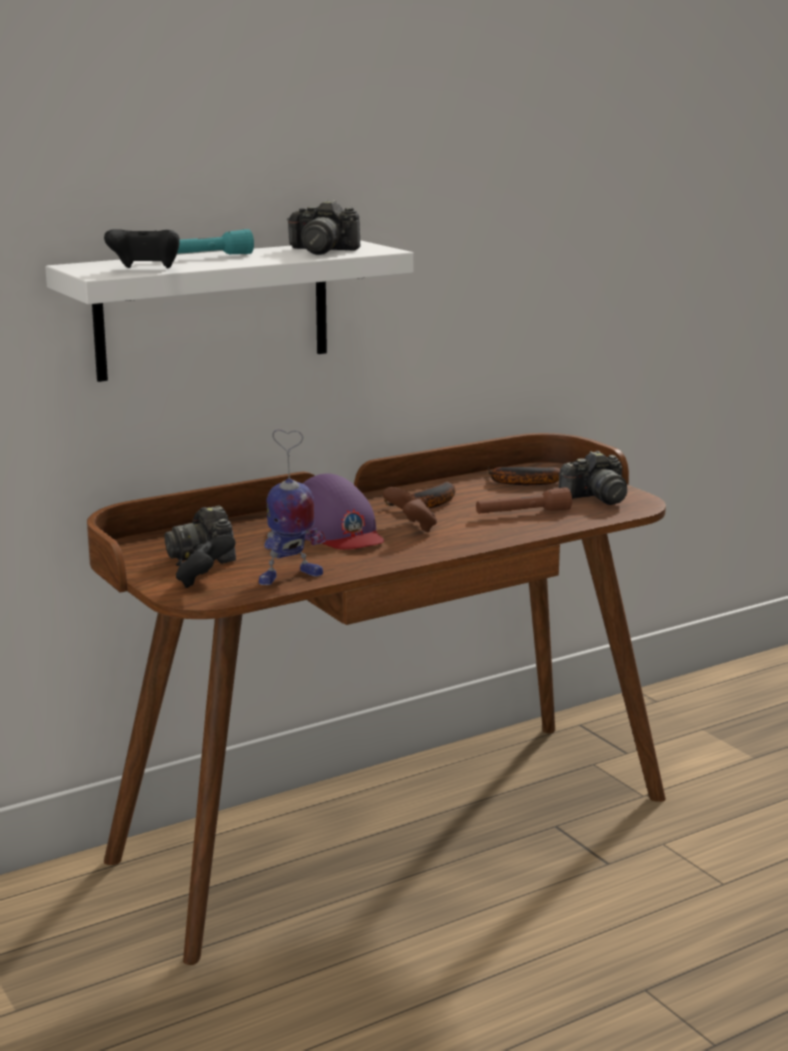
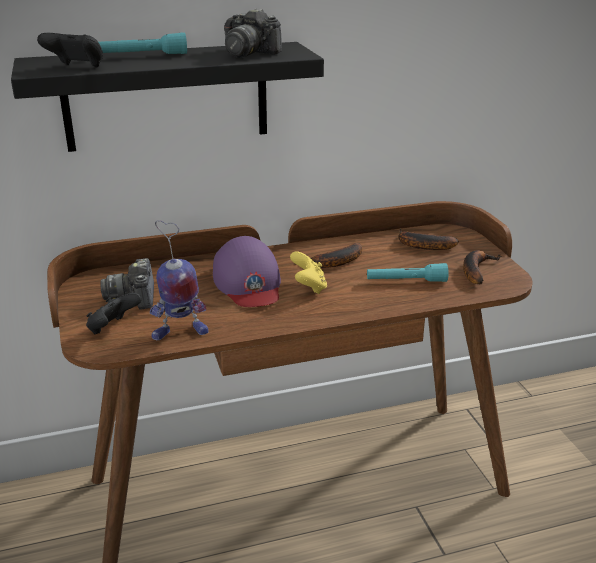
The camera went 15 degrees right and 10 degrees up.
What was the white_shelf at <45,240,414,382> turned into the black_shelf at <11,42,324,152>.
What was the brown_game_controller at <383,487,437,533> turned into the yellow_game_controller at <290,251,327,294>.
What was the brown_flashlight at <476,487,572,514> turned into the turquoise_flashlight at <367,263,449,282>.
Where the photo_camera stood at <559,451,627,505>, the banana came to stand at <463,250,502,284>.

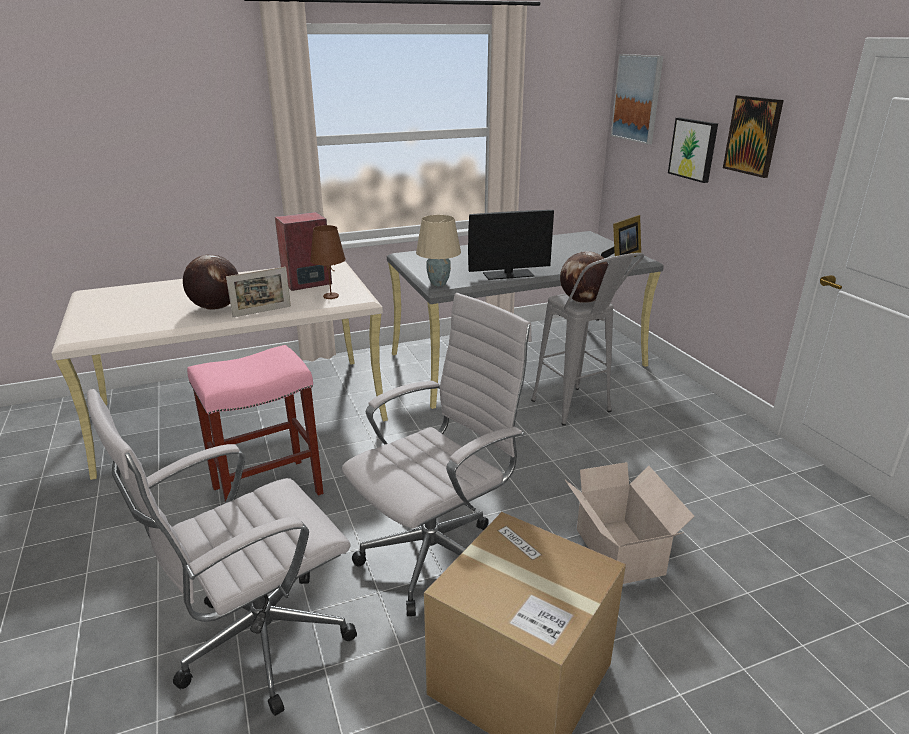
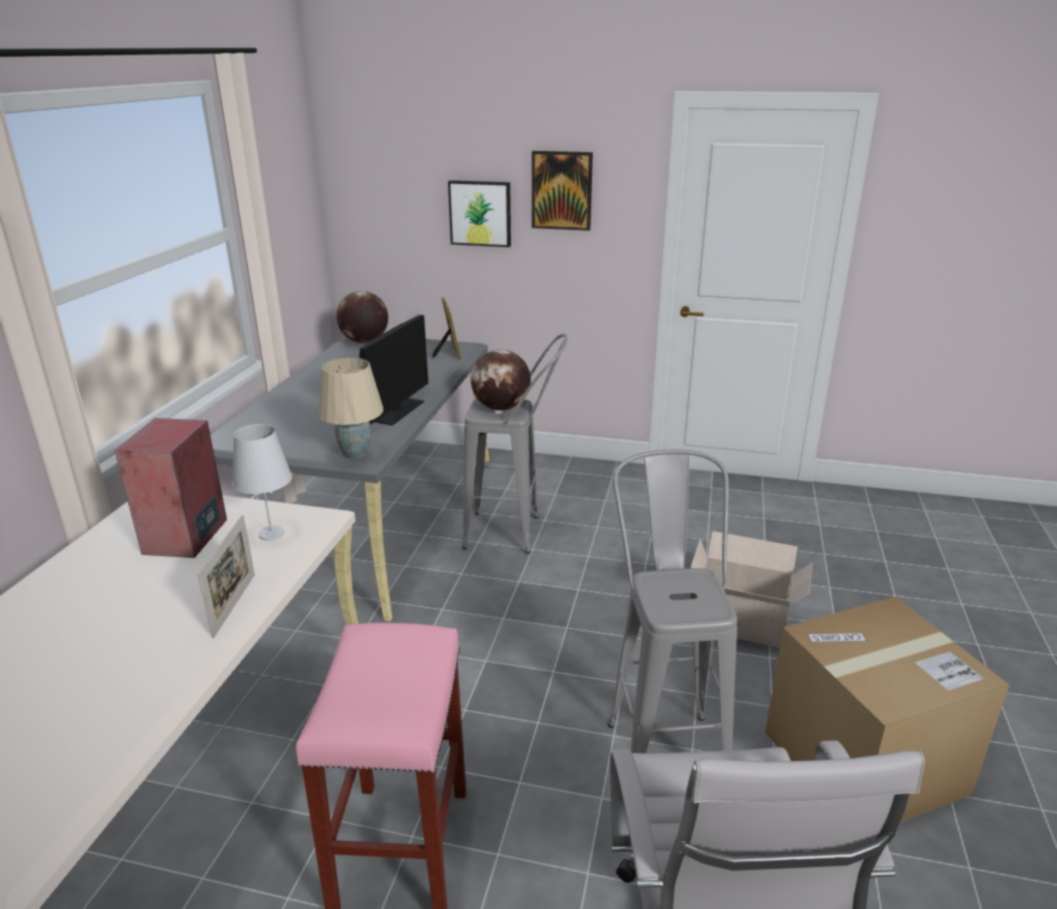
The camera went 55 degrees left and 0 degrees up.
The globe ended up elsewhere, having gone from <183,255,238,310> to <336,291,388,343>.
What was the brown_table_lamp at <310,225,346,299> turned into the white_table_lamp at <232,424,292,541>.
Where the white_office_chair stood at <342,293,532,616>, the grey_stool came to stand at <608,449,737,753>.
The second view lost the picture at <611,54,663,144>.

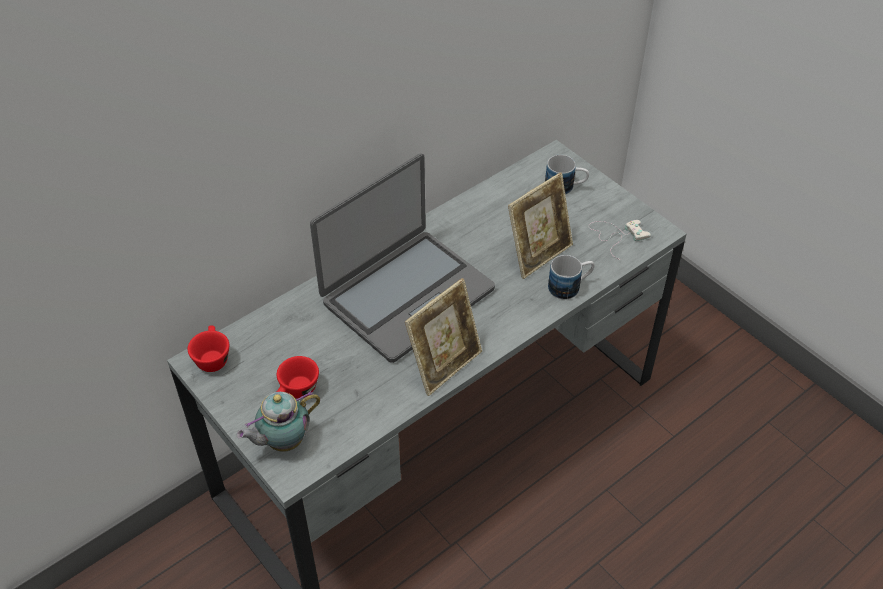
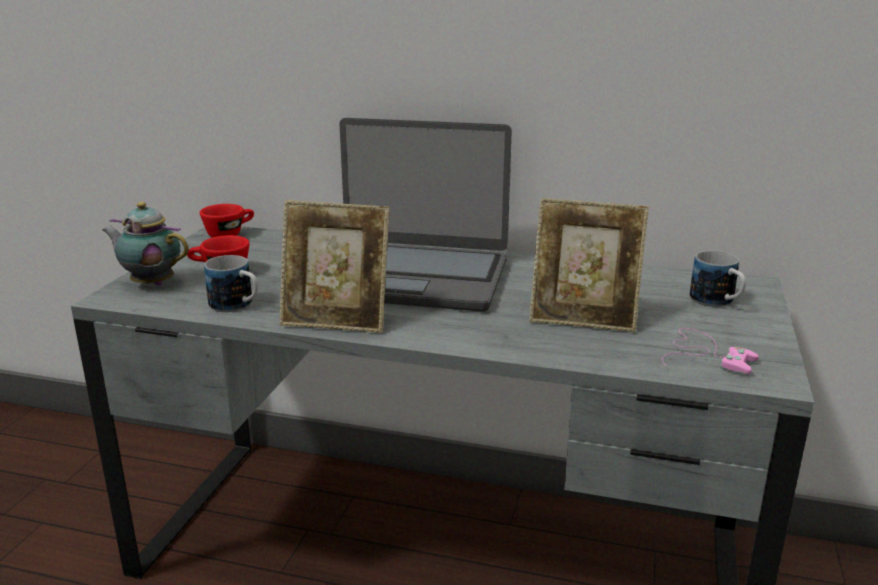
The camera went 55 degrees right and 25 degrees down.
The mug ended up elsewhere, having gone from <548,255,594,300> to <204,255,258,312>.
What was the white_game_controller at <588,220,651,260> turned into the pink_game_controller at <662,328,759,375>.

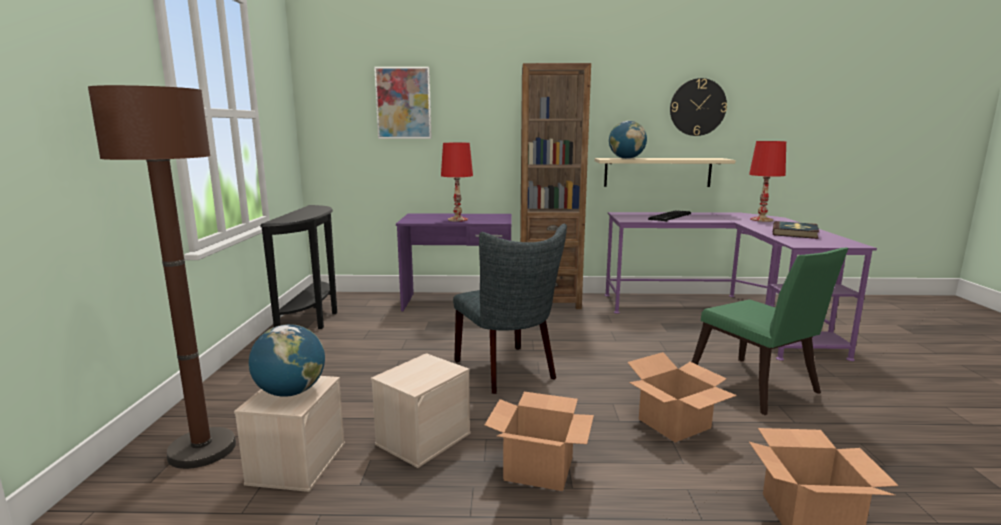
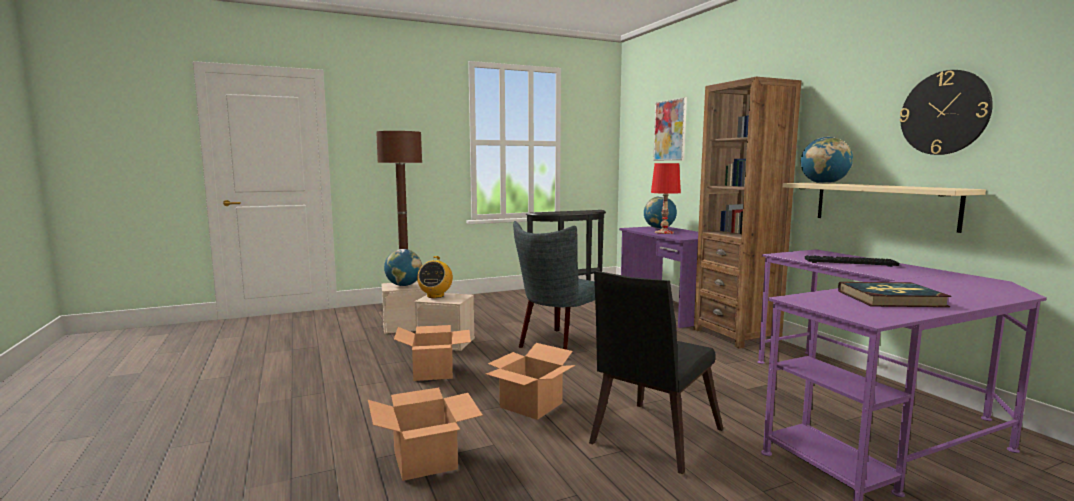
The camera went 65 degrees right and 5 degrees down.
What was the green_chair at <692,248,848,415> turned into the black_chair at <589,271,723,474>.
The second view lost the red_table_lamp at <749,141,786,222>.
The second view gained the radio at <417,256,453,298>.
The second view gained the globe at <644,196,677,229>.

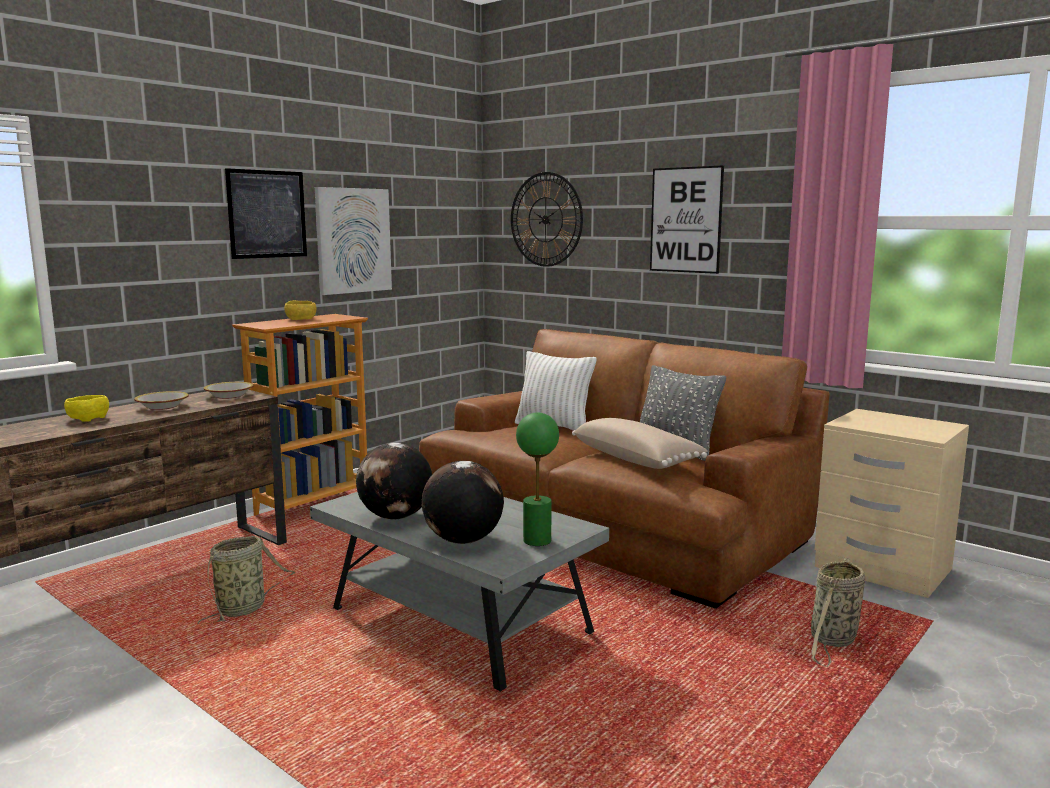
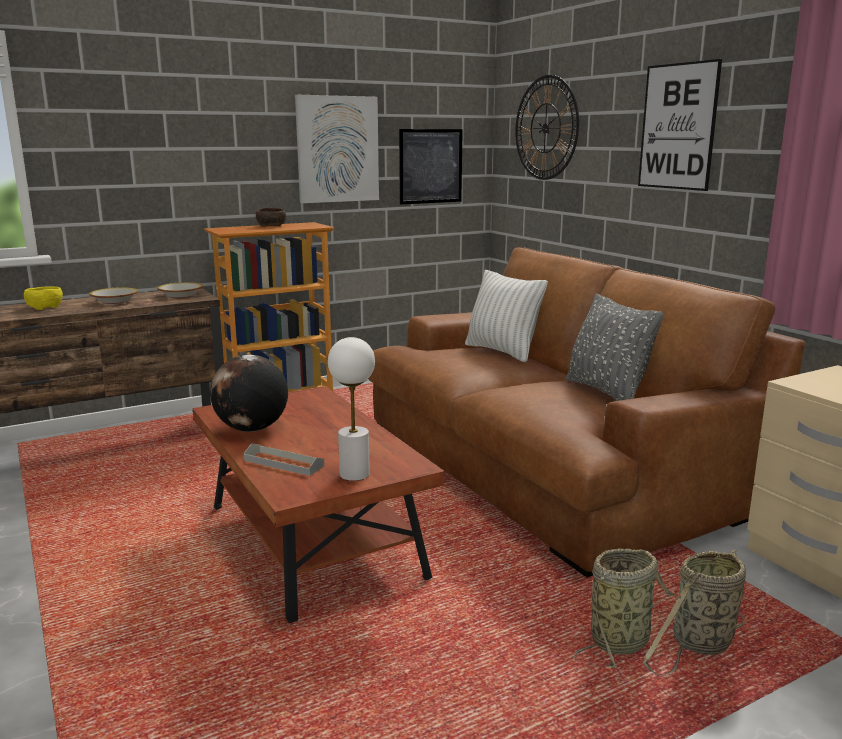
The camera went 20 degrees right and 5 degrees up.
The basket ended up elsewhere, having gone from <197,536,295,625> to <574,549,677,668>.
The picture ended up elsewhere, having gone from <225,168,307,259> to <399,129,463,204>.
What was the yellow_bowl at <284,300,316,320> turned into the brown_bowl at <256,207,286,227>.
What was the grey_coffee_table at <310,492,609,693> turned into the brown_coffee_table at <192,386,444,623>.
Where the globe stood at <421,461,504,544>, the grey_tray came to stand at <244,443,325,476>.
What was the green_table_lamp at <516,412,559,546> turned into the white_table_lamp at <328,337,375,481>.
The second view lost the beige_pillow at <572,418,708,469>.

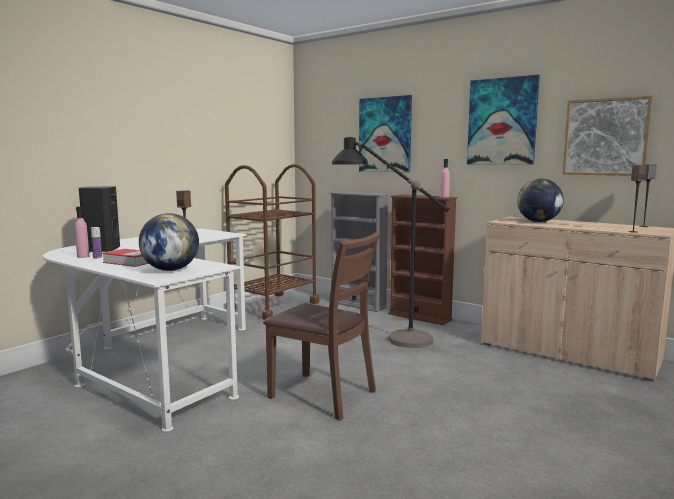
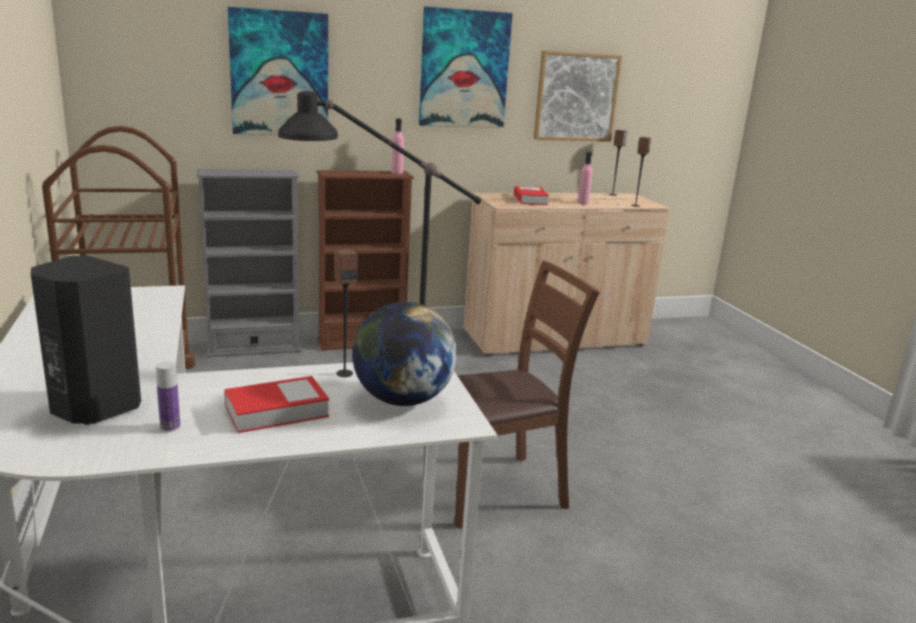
The camera went 55 degrees left and 10 degrees up.
The pink_bottle ended up elsewhere, having gone from <75,206,90,258> to <577,152,592,205>.
Where the globe stood at <517,179,564,222>, the book came to stand at <514,186,549,205>.

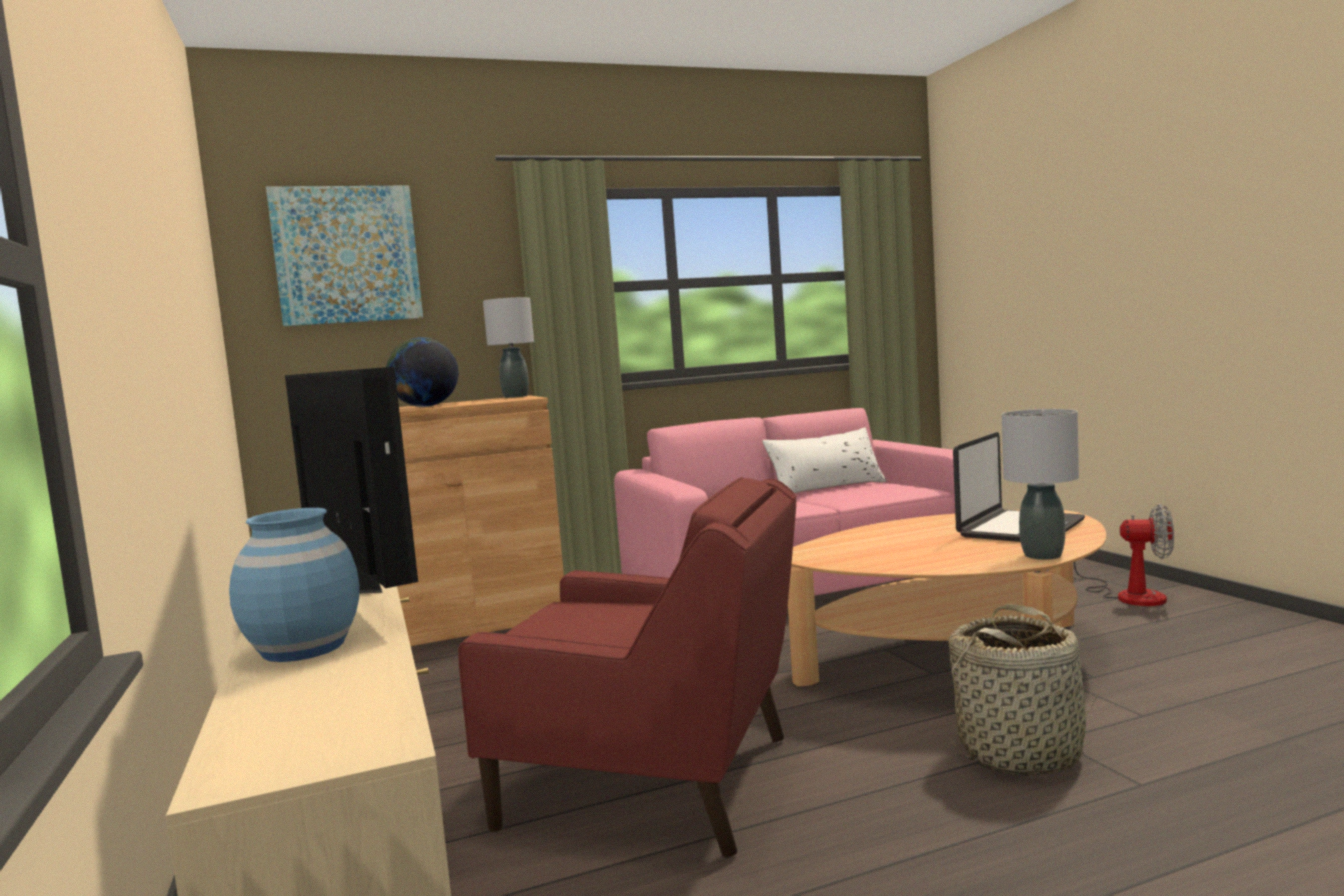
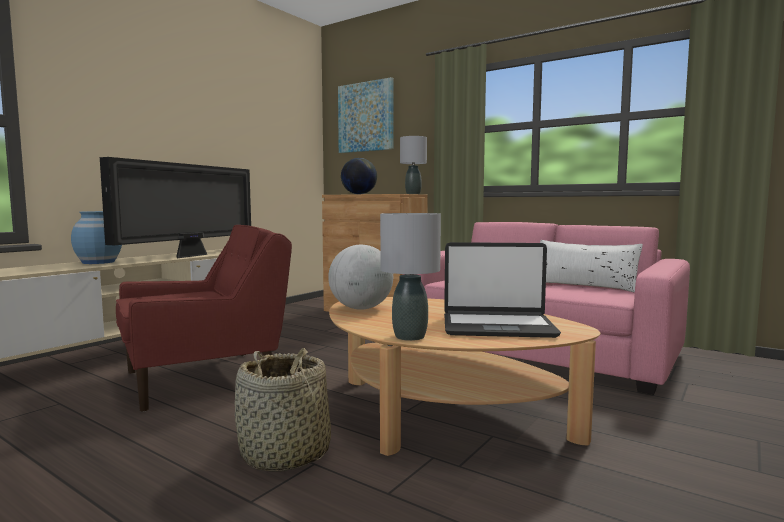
The camera went 55 degrees right and 0 degrees up.
The red_armchair at <458,477,796,858> ended up facing another way, 105 degrees counterclockwise from before.
The second view lost the fan at <1074,504,1174,606>.
The second view gained the globe at <328,245,393,310>.

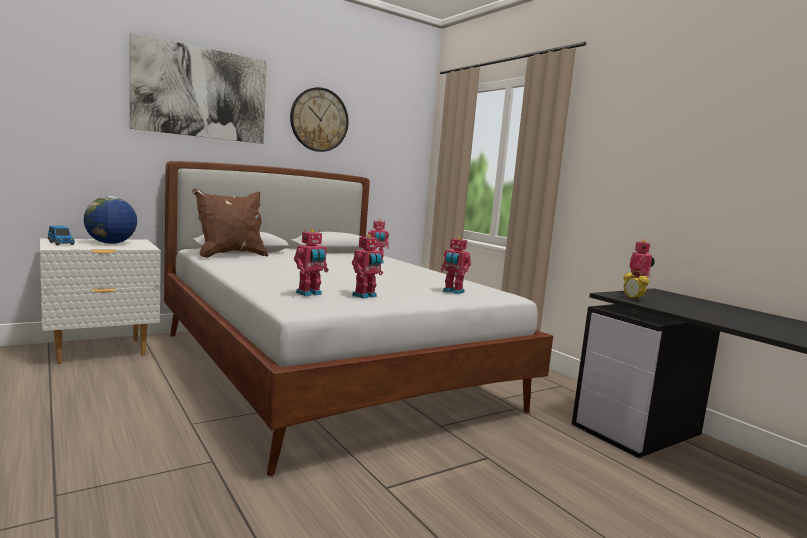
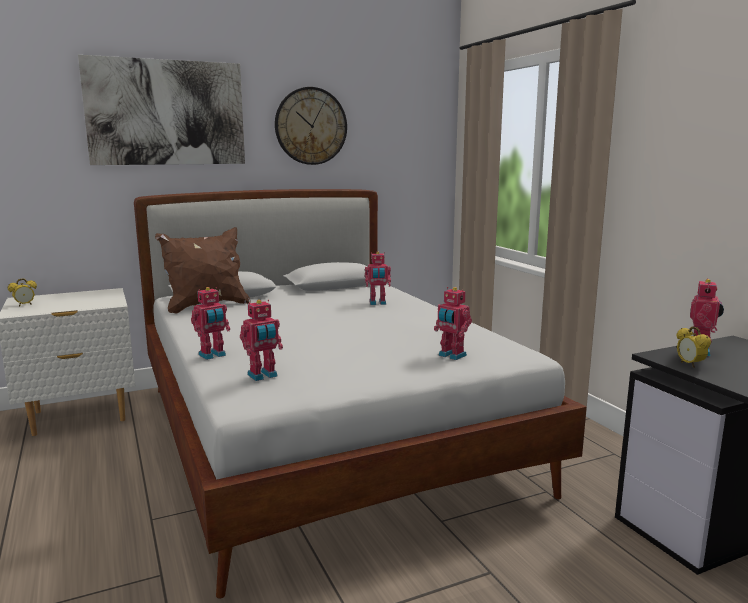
The camera went 10 degrees right and 5 degrees up.
Where the toy_car stood at <48,226,75,245>, the alarm_clock came to stand at <8,278,37,306>.
The second view lost the globe at <84,196,137,244>.
The toy_robot ended up elsewhere, having gone from <352,234,383,299> to <191,287,230,360>.

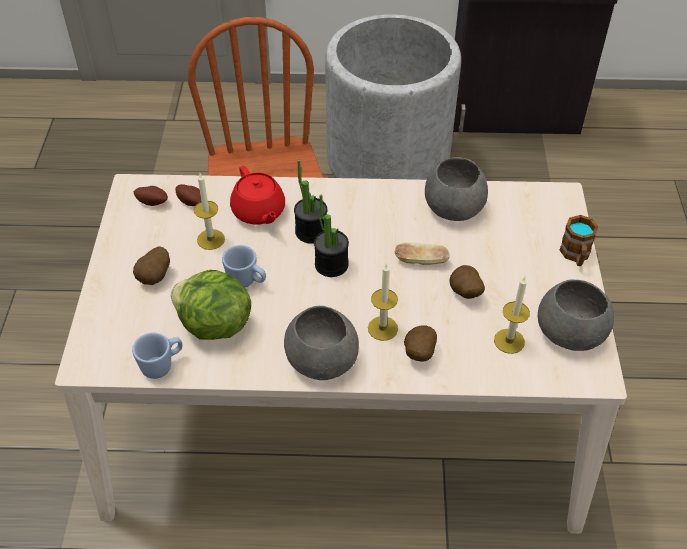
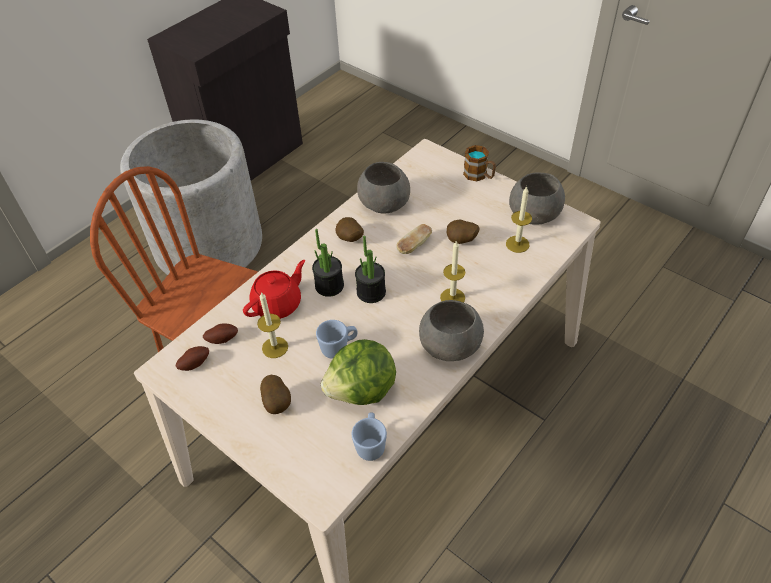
The camera went 50 degrees left and 0 degrees up.
The red_teapot at <230,166,285,225> ended up facing another way, 60 degrees counterclockwise from before.
The potato ended up elsewhere, having gone from <404,325,437,361> to <335,217,364,242>.

